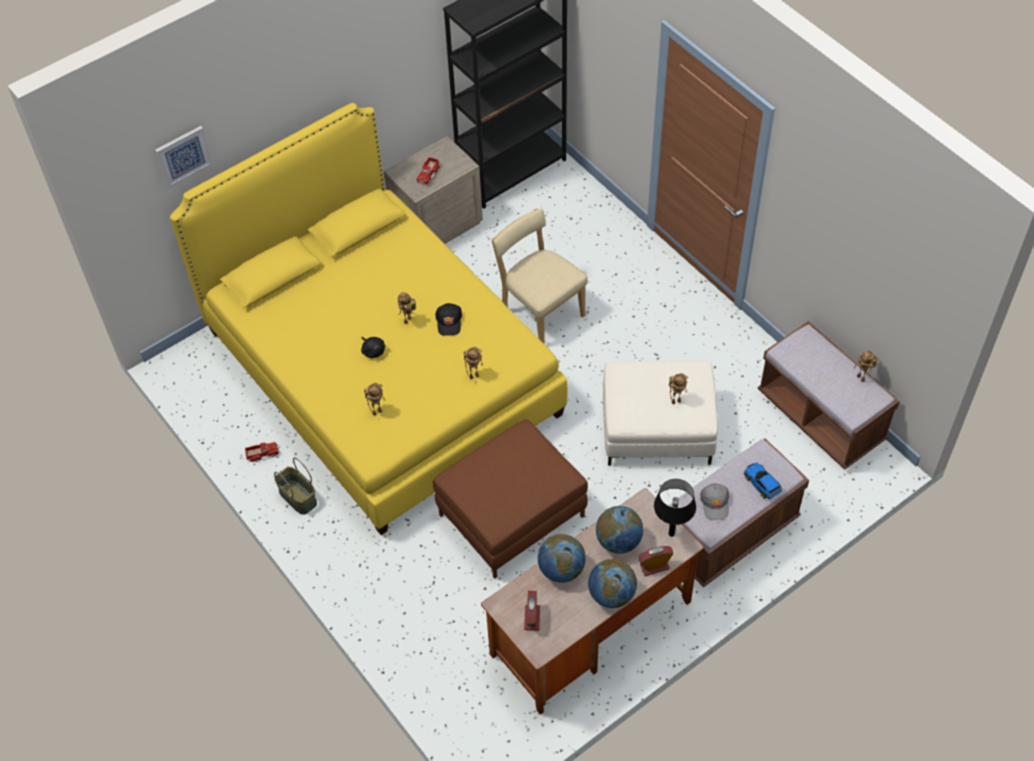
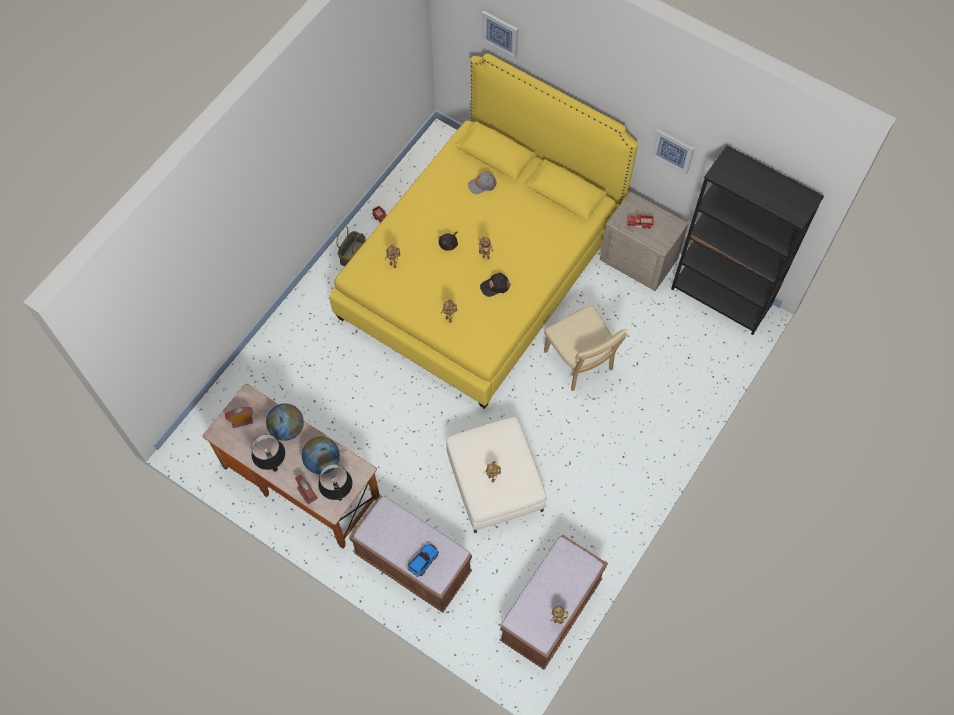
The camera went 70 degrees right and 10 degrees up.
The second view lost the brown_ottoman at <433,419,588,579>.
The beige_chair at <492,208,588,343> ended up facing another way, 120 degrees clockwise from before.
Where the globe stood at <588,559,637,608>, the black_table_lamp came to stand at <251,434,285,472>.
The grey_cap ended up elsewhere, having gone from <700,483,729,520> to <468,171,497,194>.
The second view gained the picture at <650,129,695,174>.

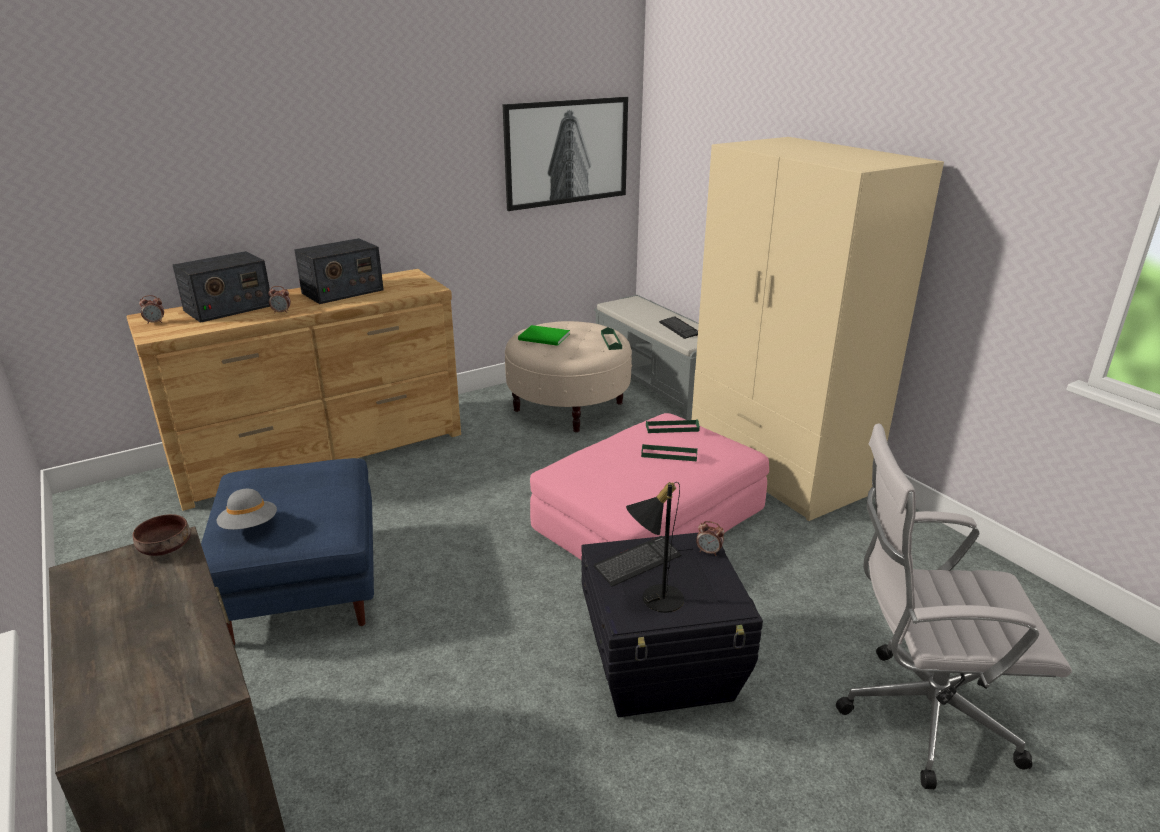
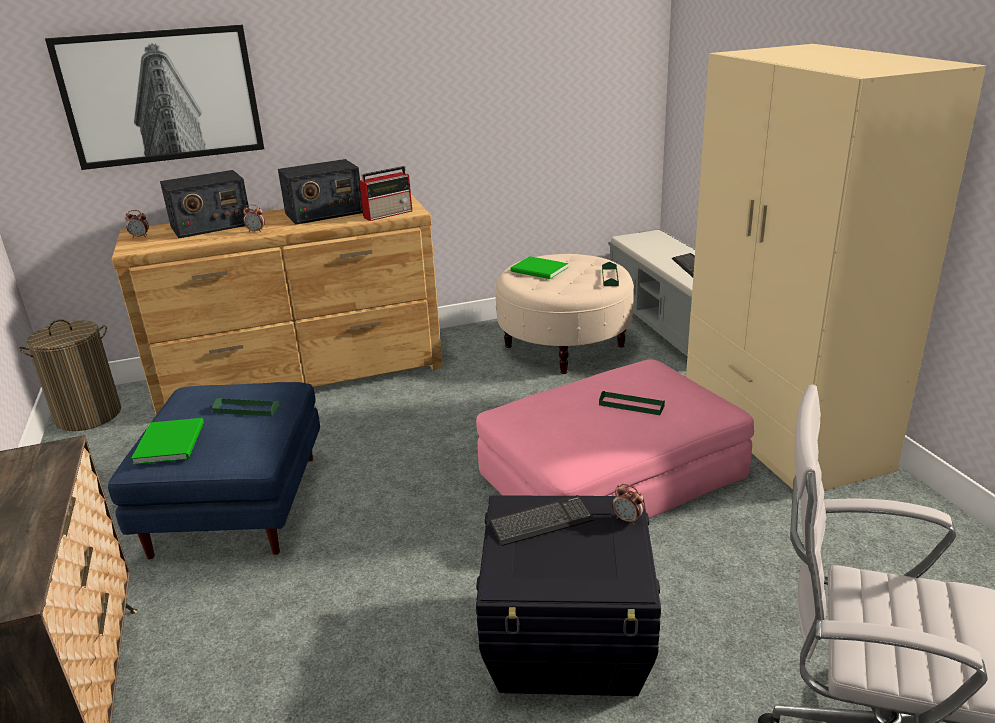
The camera went 15 degrees right and 0 degrees up.
The second view lost the brown_bowl at <133,514,191,556>.
Where the grey_hat stood at <217,489,277,530>, the green_book came to stand at <131,418,204,464>.
The picture ended up elsewhere, having gone from <503,97,628,211> to <45,25,264,170>.
The second view lost the black_table_lamp at <626,482,684,613>.
The green_tray ended up elsewhere, having gone from <646,419,700,433> to <212,398,280,416>.
The second view gained the laundry_basket at <19,320,121,431>.
The second view gained the radio at <359,166,412,221>.

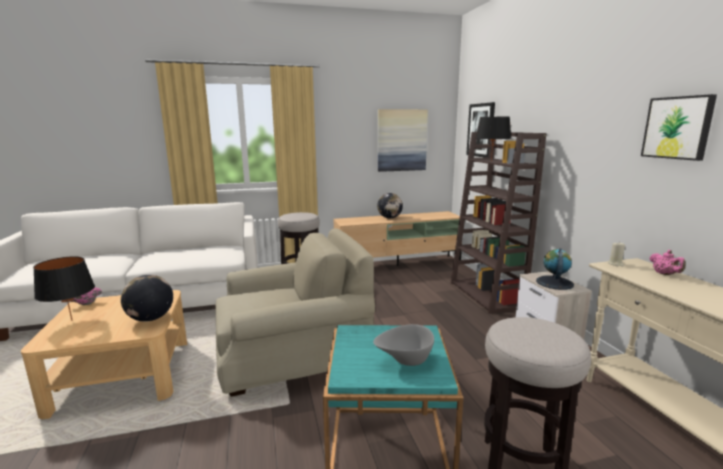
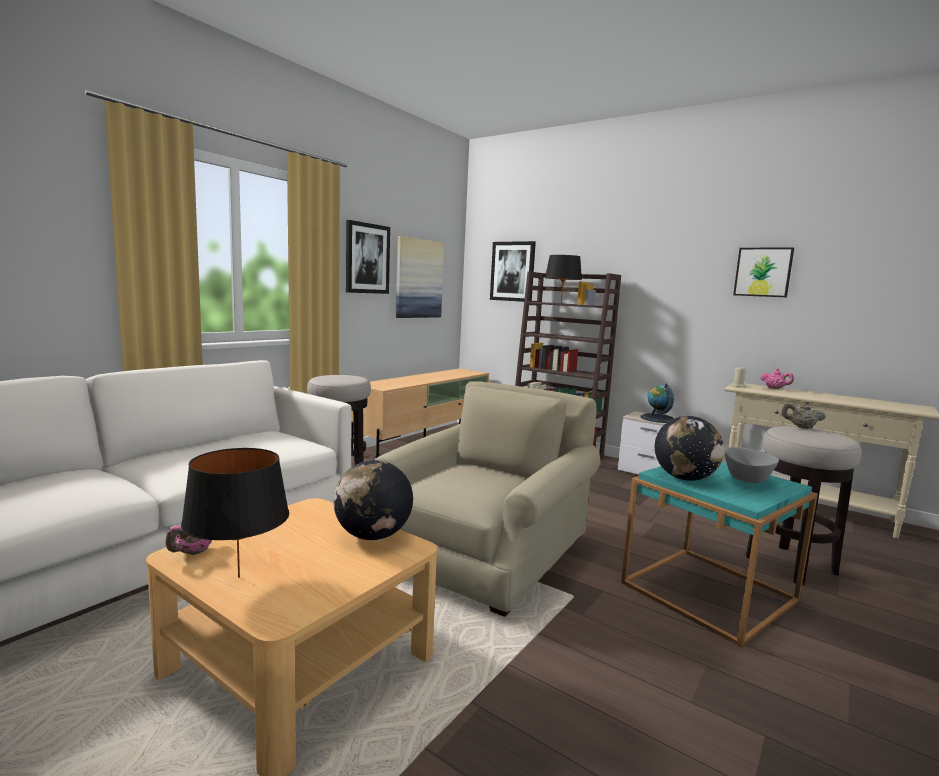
The camera went 40 degrees left and 5 degrees down.
The globe ended up elsewhere, having gone from <377,193,403,218> to <655,416,724,481>.
The second view gained the picture at <346,220,390,294>.
The second view gained the beige_teapot at <782,401,826,429>.

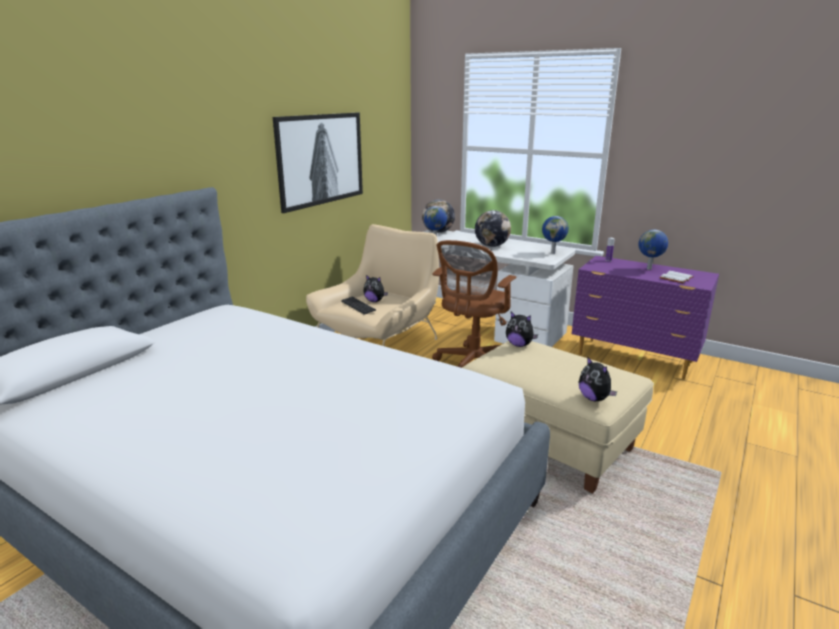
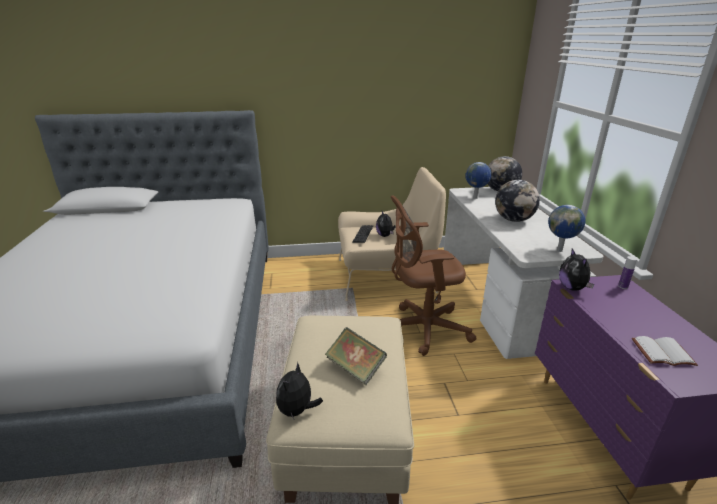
The camera went 50 degrees right and 5 degrees up.
The second view lost the picture at <273,113,363,213>.
The plush_toy ended up elsewhere, having gone from <506,312,538,347> to <559,248,594,291>.
The second view lost the globe at <638,230,668,270>.
The second view gained the book at <325,327,387,386>.

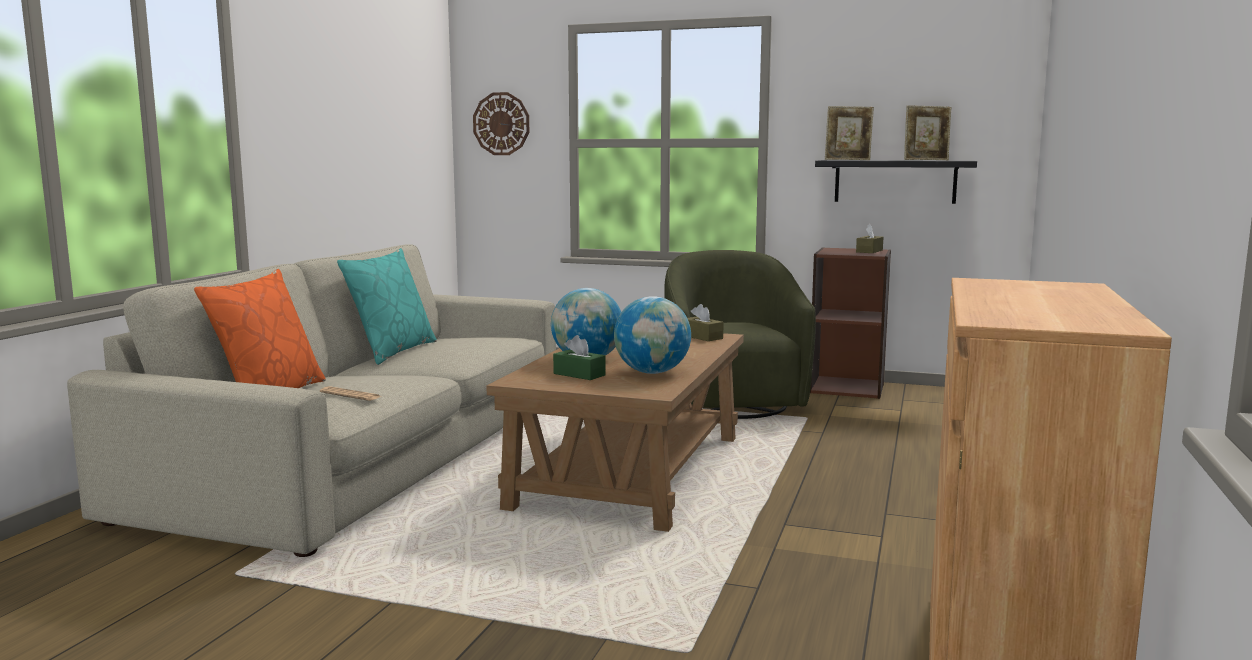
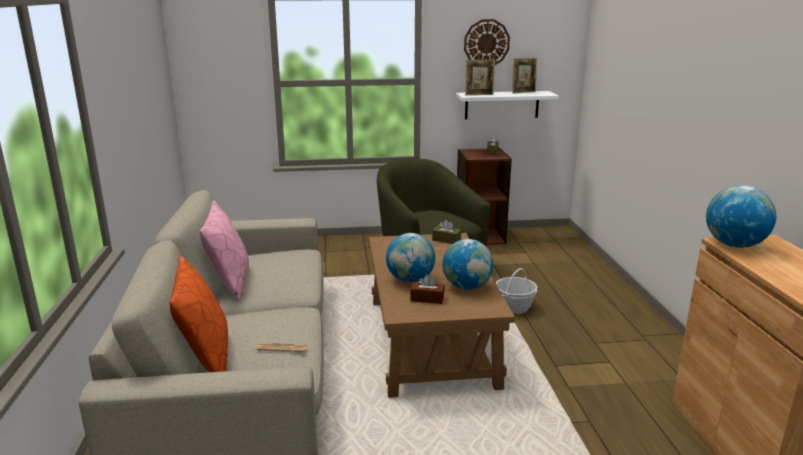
The camera went 25 degrees left and 10 degrees up.
What was the turquoise_pillow at <337,248,437,365> turned into the pink_pillow at <199,201,249,302>.
The wall_clock ended up elsewhere, having gone from <473,92,529,155> to <464,19,510,65>.
What was the green_tissue_box at <553,335,606,380> turned into the brown_tissue_box at <410,275,445,304>.
What was the black_shelf at <815,160,977,204> turned into the white_shelf at <456,91,559,119>.
The second view gained the basket at <496,268,538,314>.
The second view gained the globe at <706,185,776,248>.

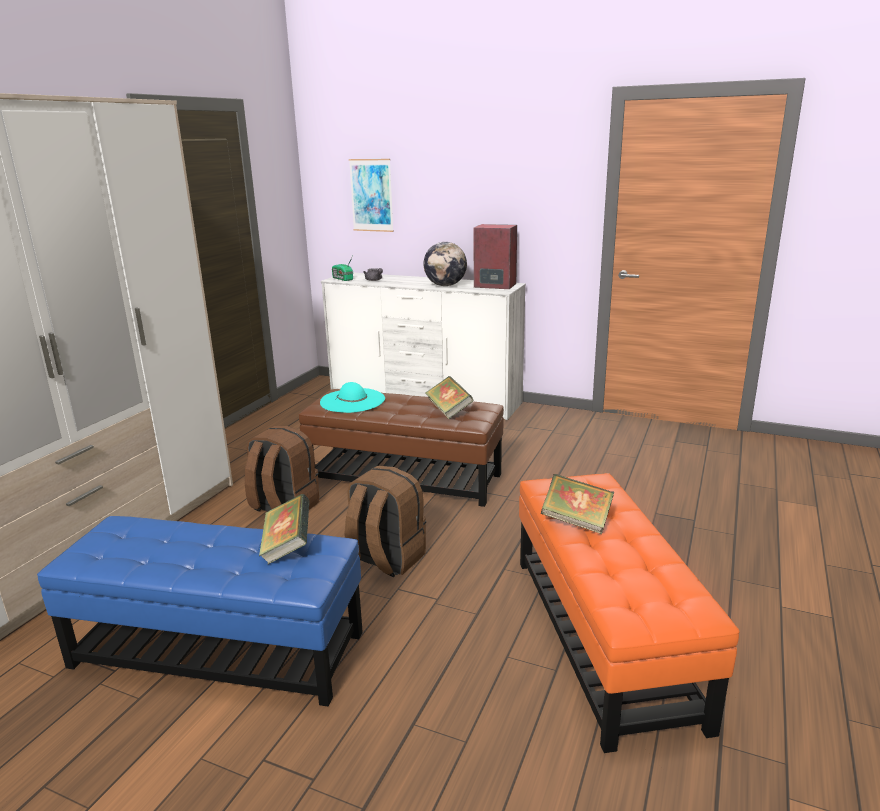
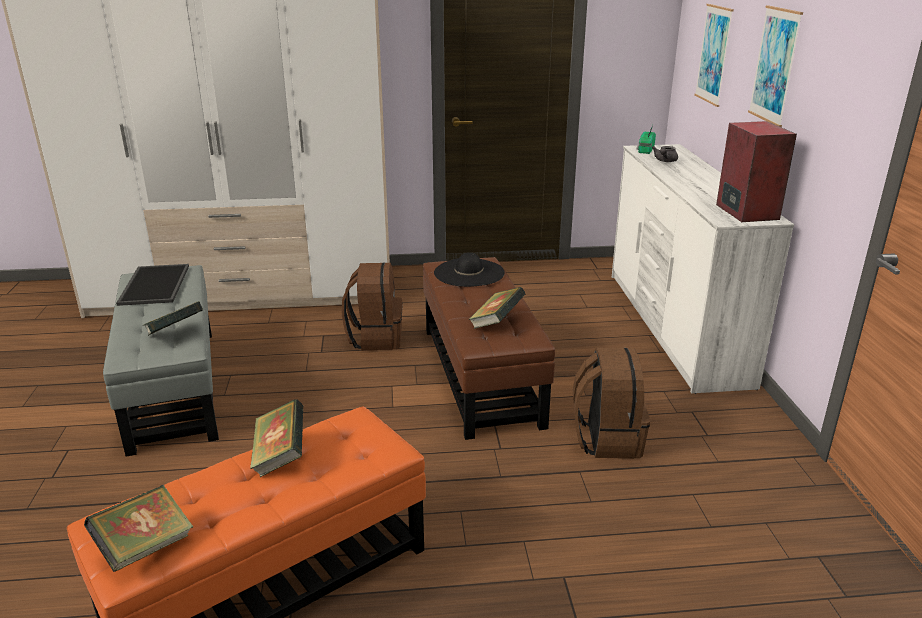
The camera went 60 degrees right and 5 degrees up.
What was the blue_ottoman at <37,516,363,707> turned into the grey_ottoman at <103,265,219,457>.
What was the turquoise_hat at <320,382,385,413> turned into the black_hat at <434,252,505,287>.
The brown_backpack ended up elsewhere, having gone from <345,466,426,577> to <573,348,650,459>.
The second view lost the globe at <424,242,467,286>.
The second view gained the book at <84,485,193,572>.
The second view gained the tray at <116,264,189,306>.
The second view gained the picture at <748,5,803,127>.

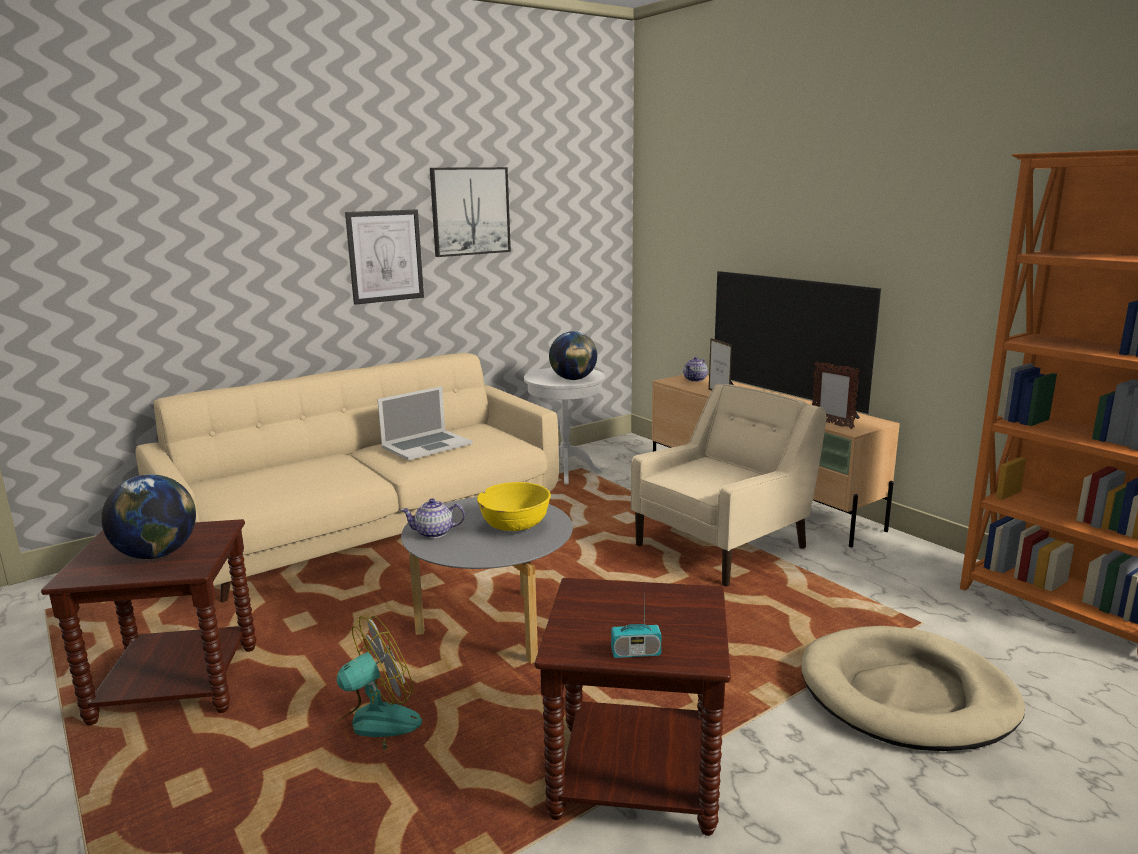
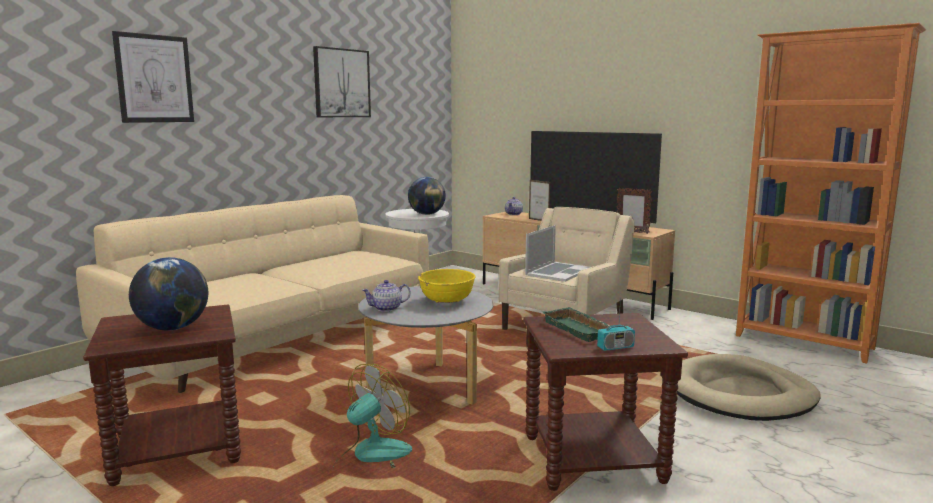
The camera went 15 degrees left and 5 degrees down.
The picture ended up elsewhere, having gone from <345,210,424,305> to <112,31,194,123>.
The laptop ended up elsewhere, having gone from <377,386,473,461> to <525,225,590,282>.
The second view gained the green_tray at <541,307,615,342>.

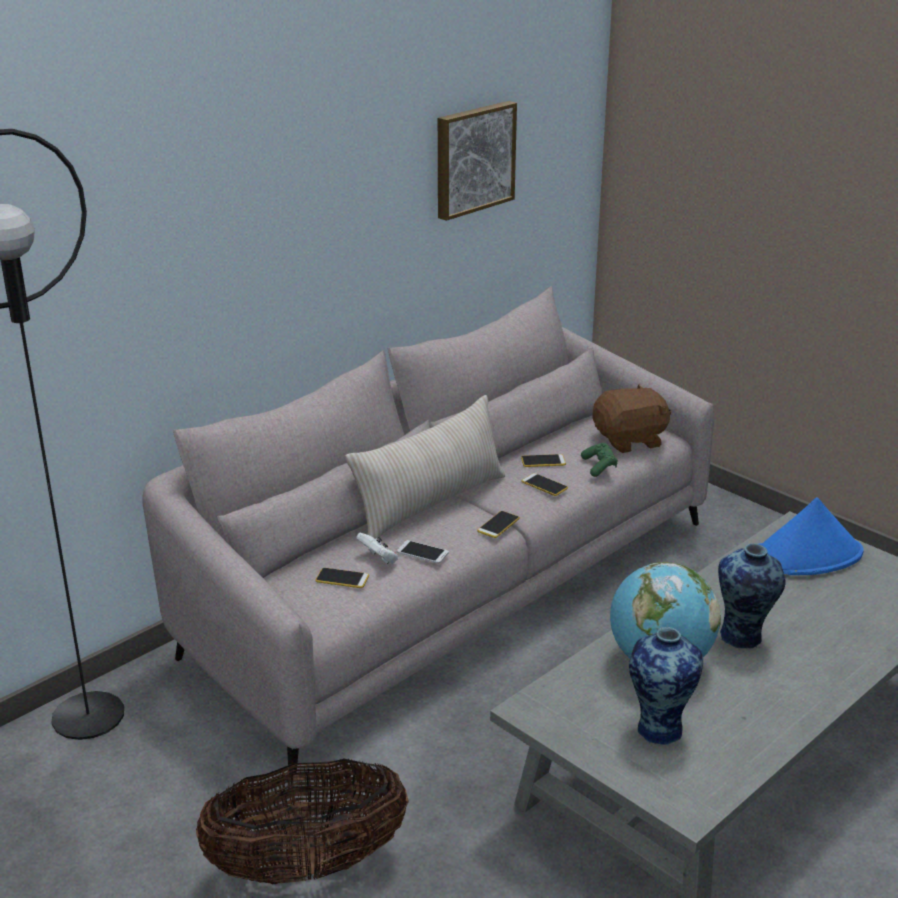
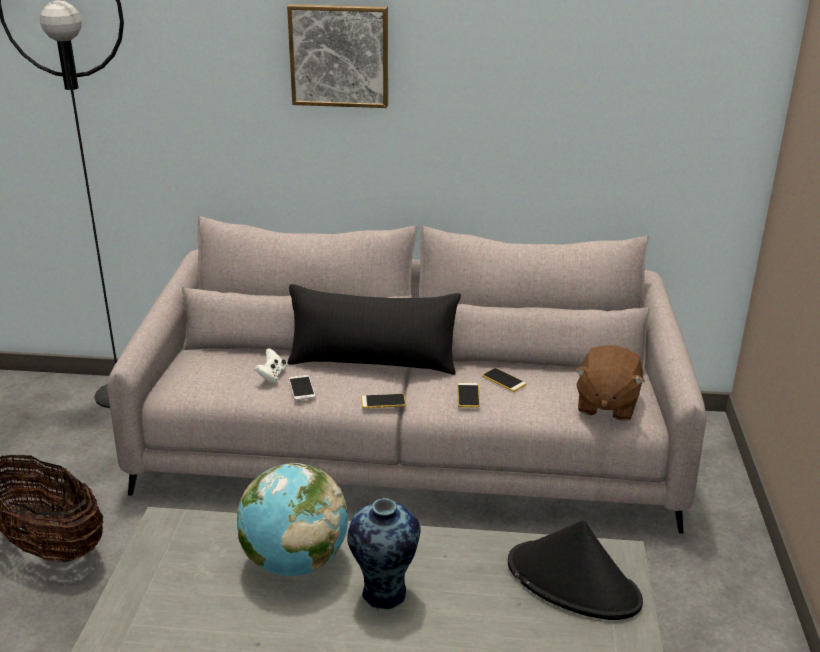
The camera went 50 degrees right and 0 degrees up.
The second view lost the phone at <315,568,369,588>.
What was the beige_pillow at <345,395,505,539> turned into the black_pillow at <288,284,461,375>.
The picture ended up elsewhere, having gone from <438,101,517,221> to <287,4,388,108>.
The second view lost the green_game_controller at <581,443,618,477>.
The brown_plush_toy at <592,384,671,453> ended up facing another way, 75 degrees clockwise from before.
The second view lost the vase at <629,627,703,745>.
What was the blue_hat at <759,498,864,575> turned into the black_hat at <508,520,643,620>.

